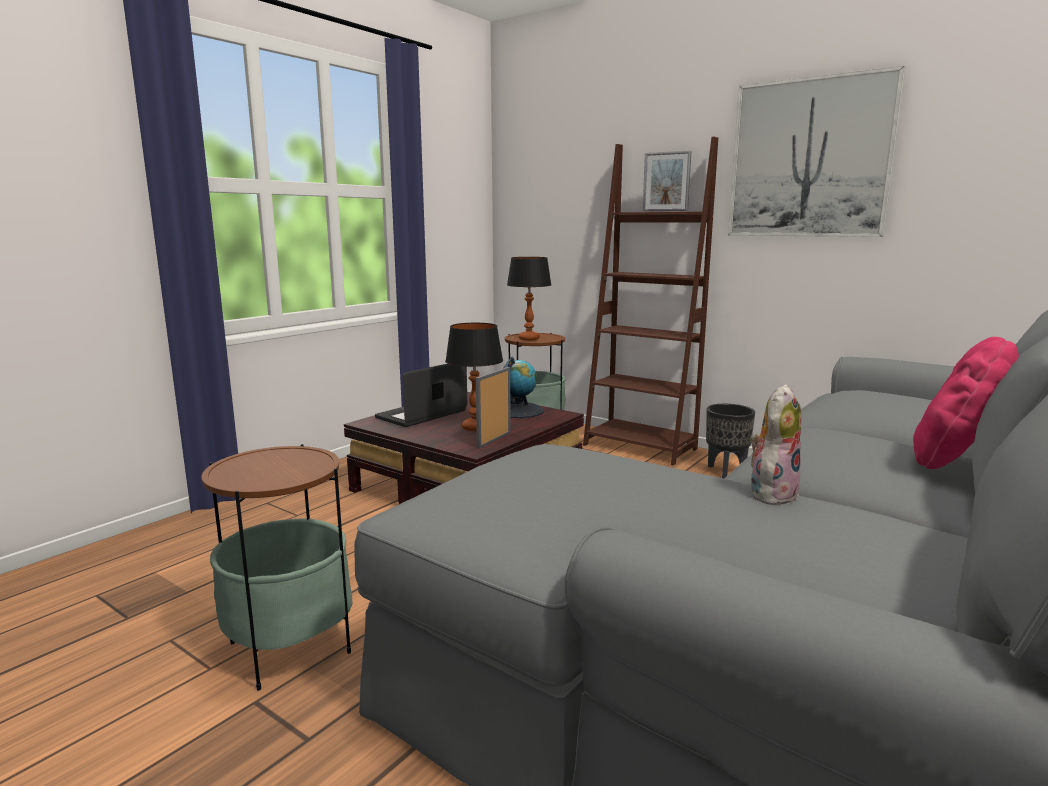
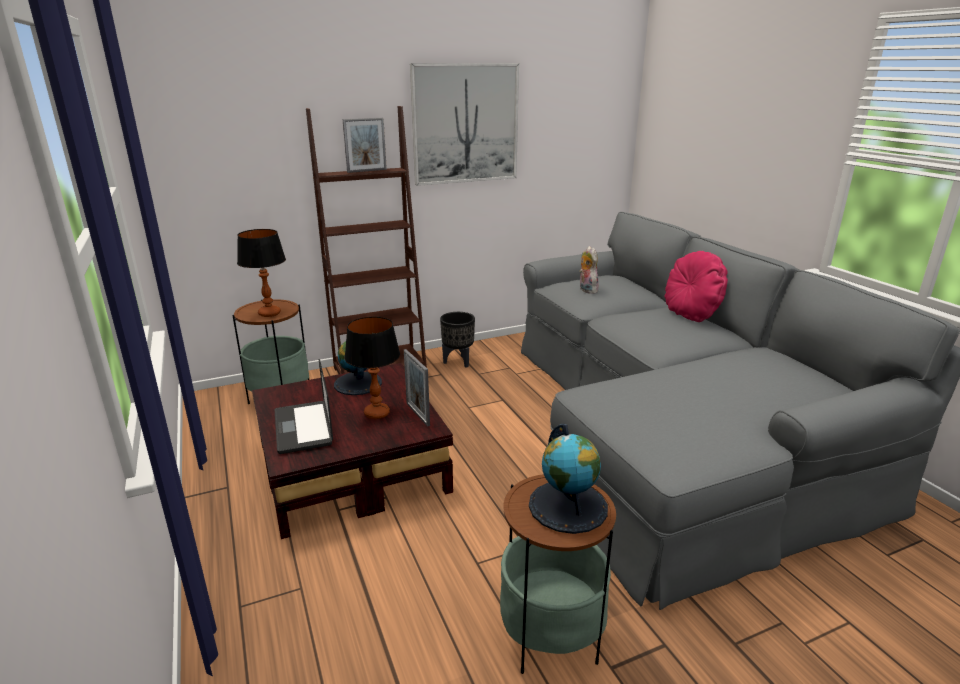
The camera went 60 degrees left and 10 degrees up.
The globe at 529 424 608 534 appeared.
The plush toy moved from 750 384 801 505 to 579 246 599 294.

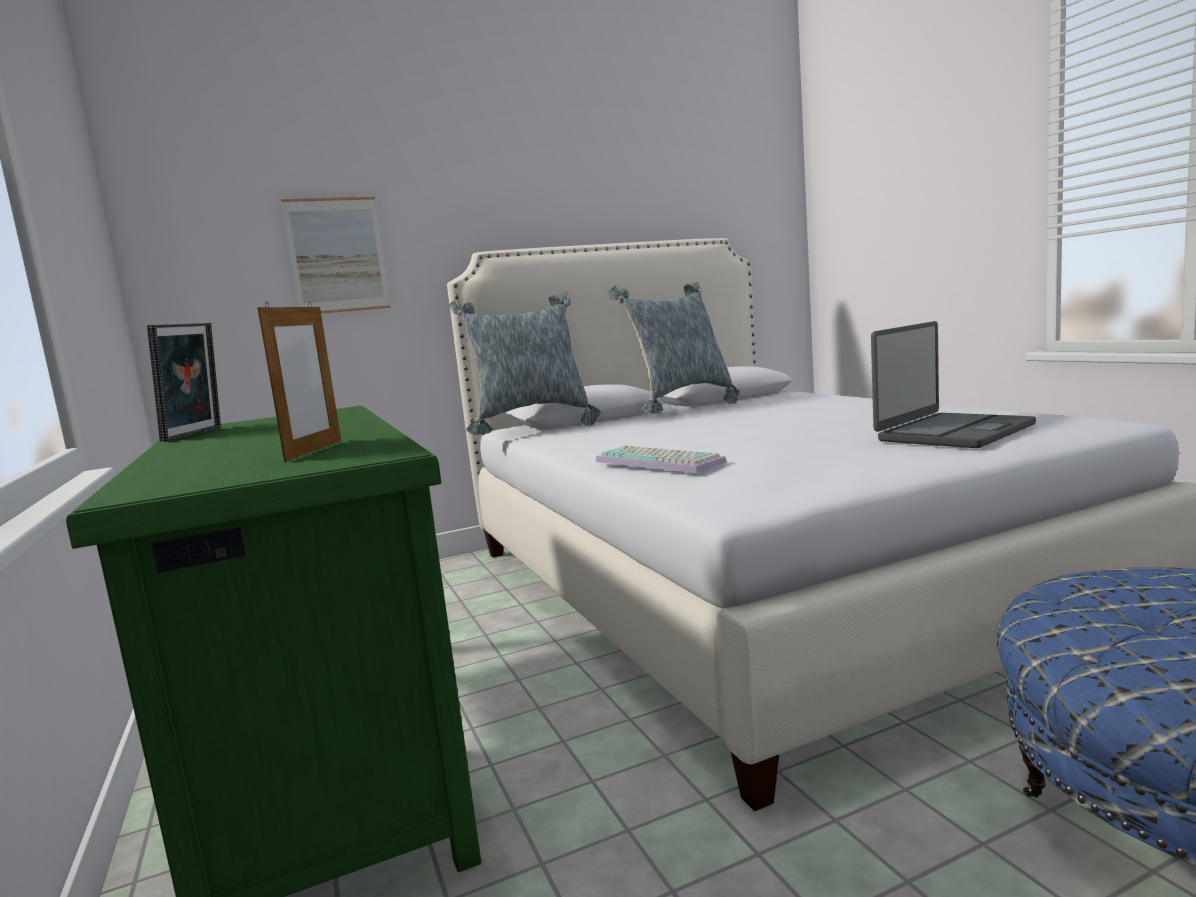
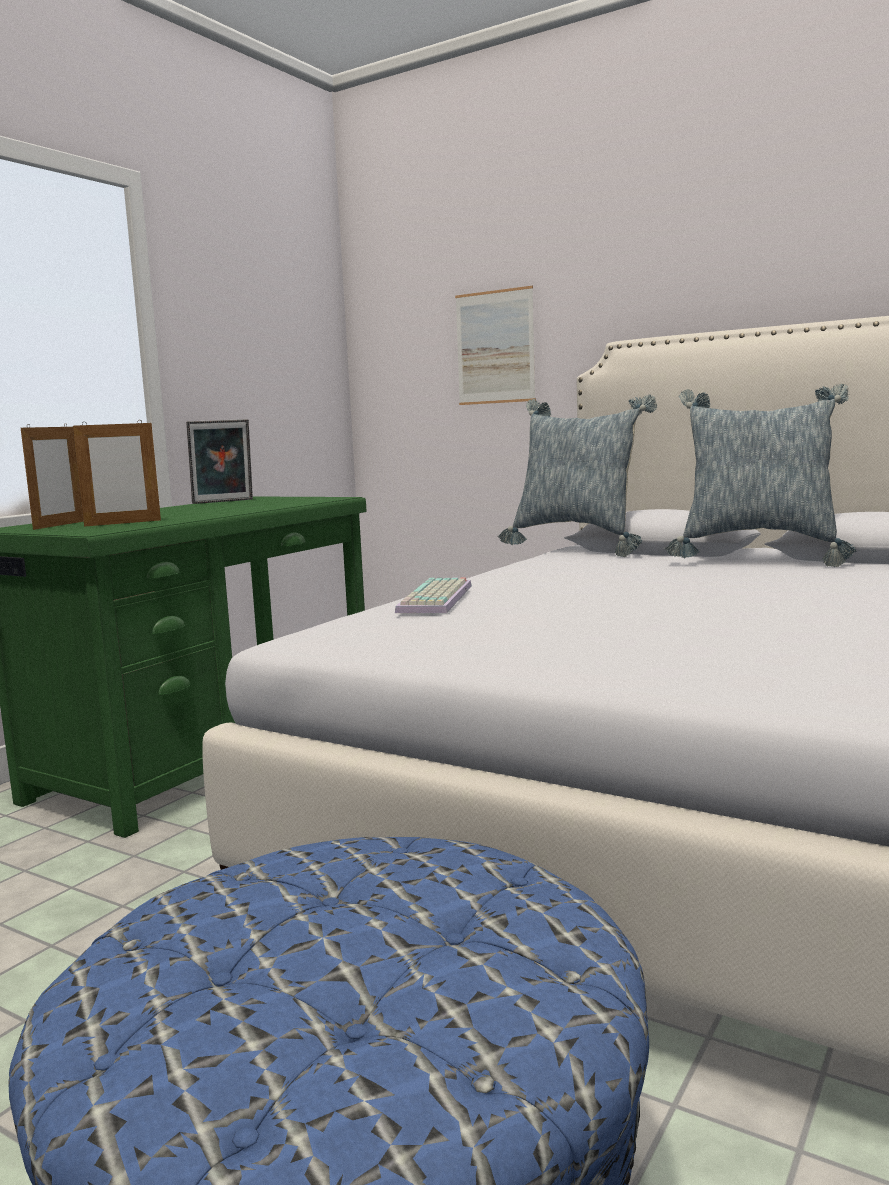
The camera went 55 degrees right and 0 degrees up.
The picture frame at 21 423 84 530 appeared.
The laptop at 871 321 1036 448 disappeared.

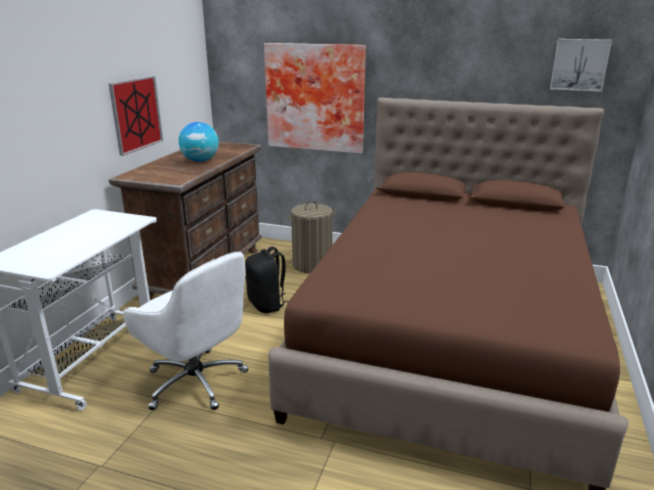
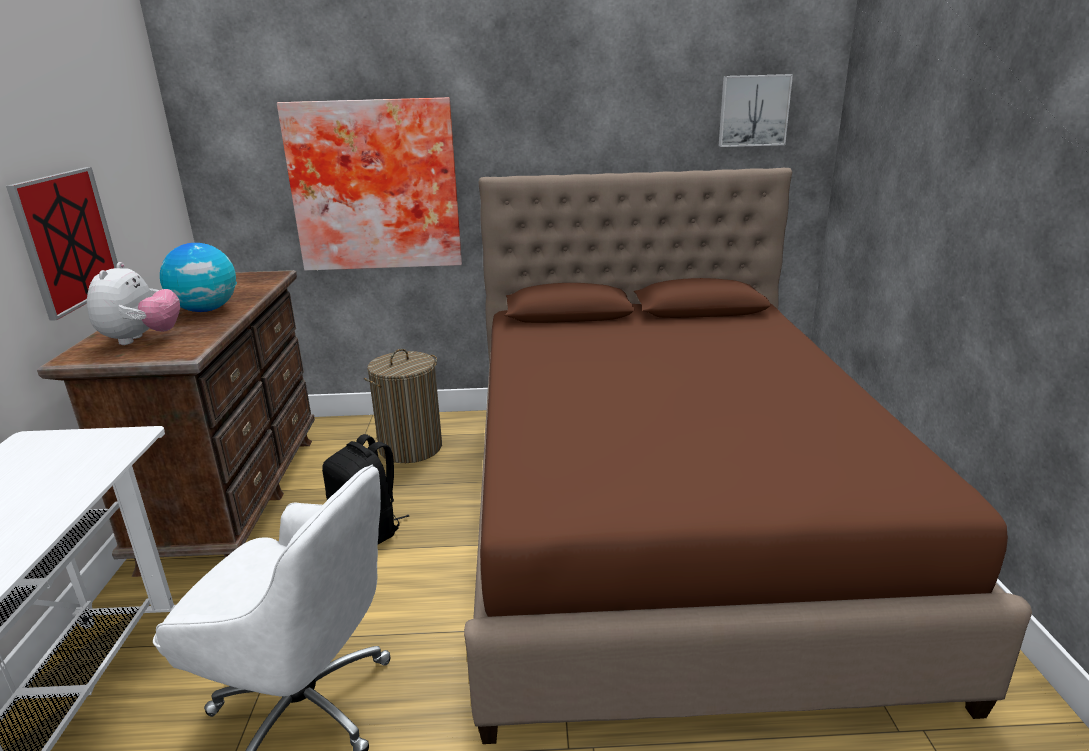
The camera went 20 degrees left and 0 degrees up.
The plush toy at 87 262 180 345 appeared.

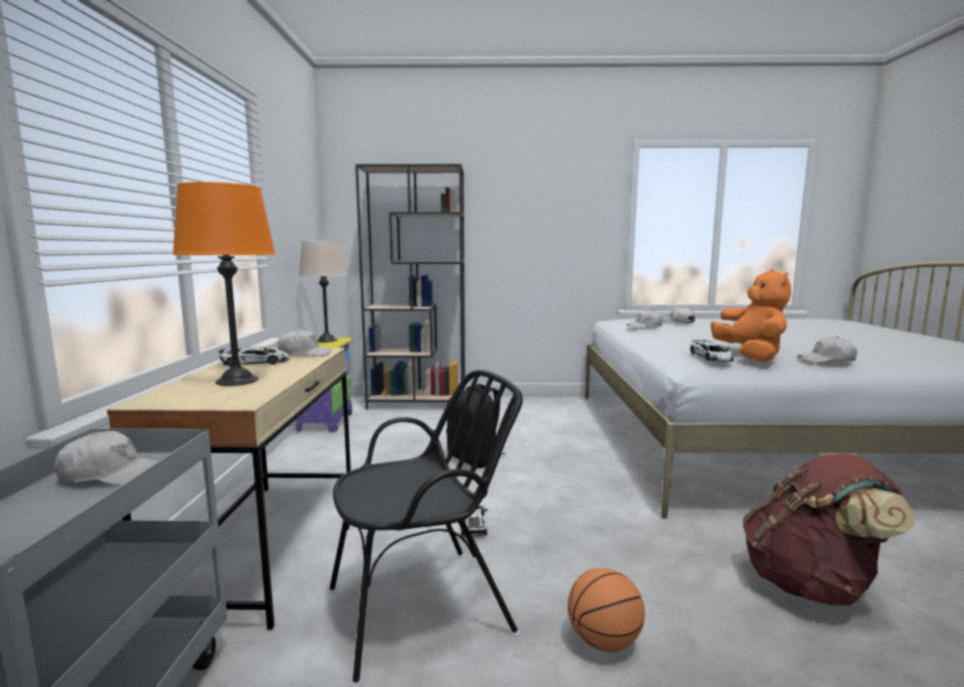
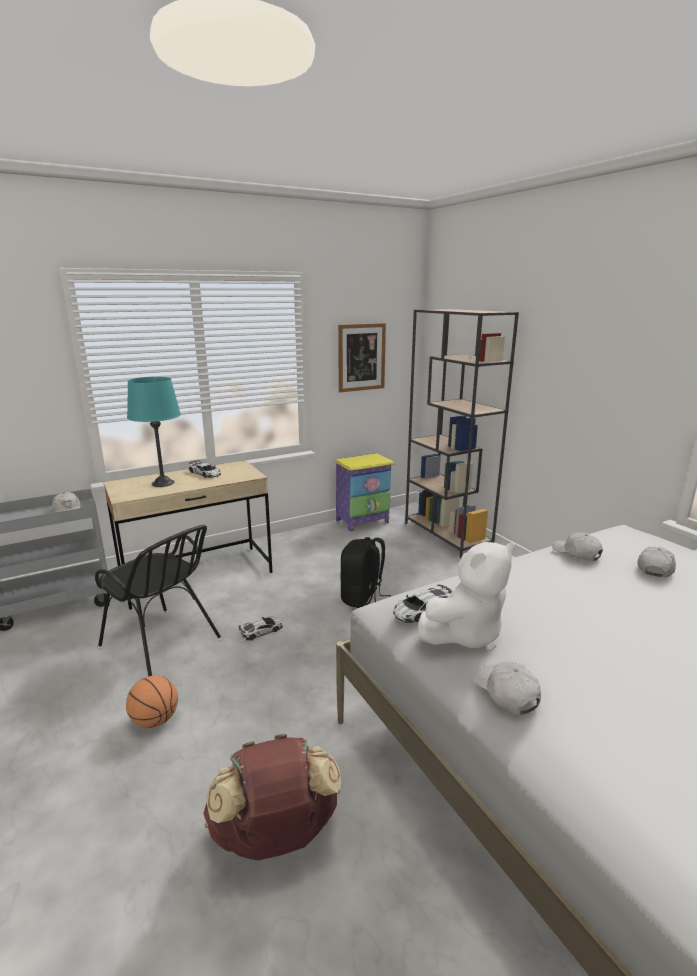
The camera went 60 degrees right and 10 degrees up.
The orange table lamp at 172 182 276 386 became the turquoise table lamp at 127 377 181 487.
The picture at 338 323 386 392 appeared.
The orange plush toy at 711 269 791 362 became the white plush toy at 418 542 515 651.
The white cap at 277 329 332 357 disappeared.
The beige table lamp at 299 241 348 342 disappeared.

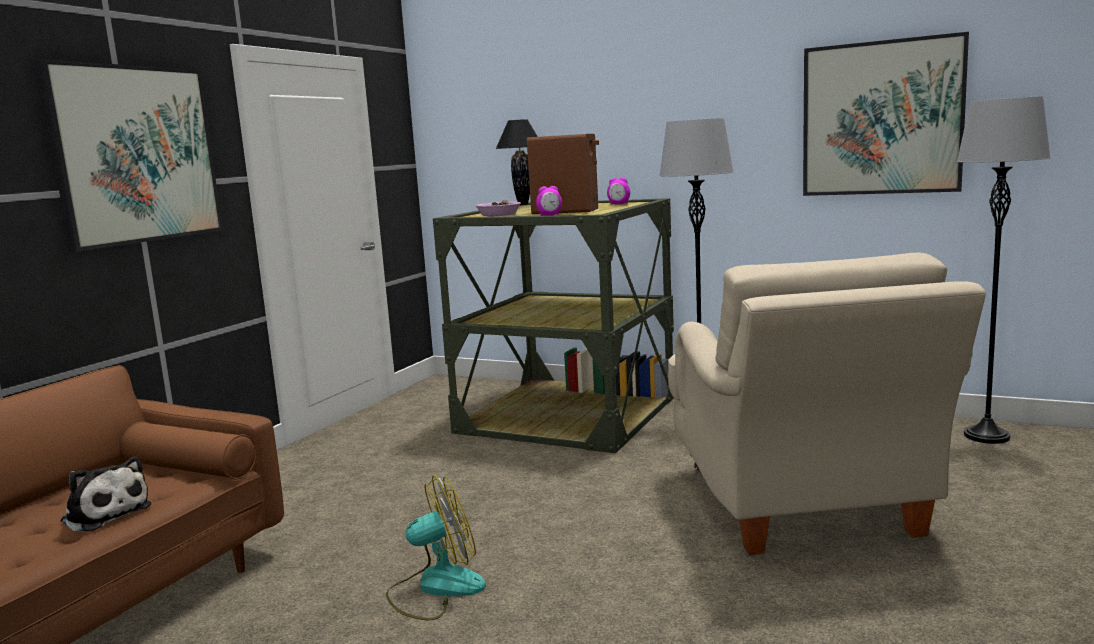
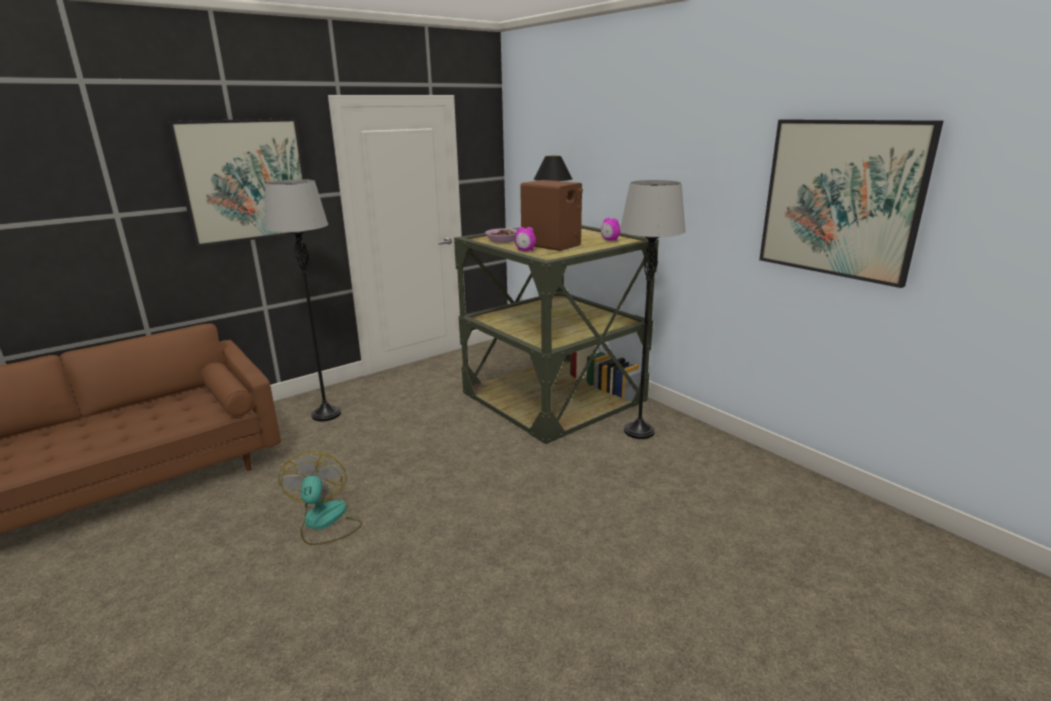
The camera went 25 degrees right and 10 degrees up.
The grey floor lamp moved from 957 96 1050 444 to 265 179 341 422.
The fan at 386 475 486 620 turned 105 degrees counterclockwise.
The plush toy at 61 456 151 532 disappeared.
The beige armchair at 668 253 986 555 disappeared.

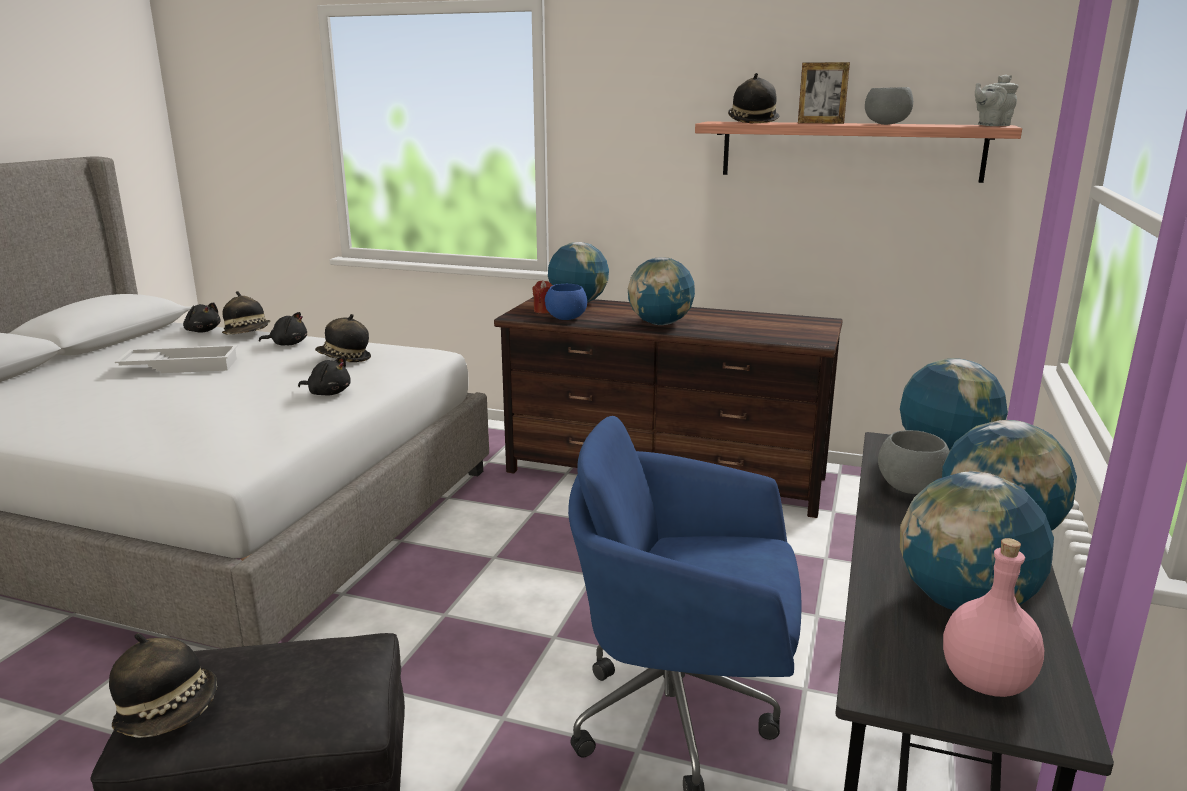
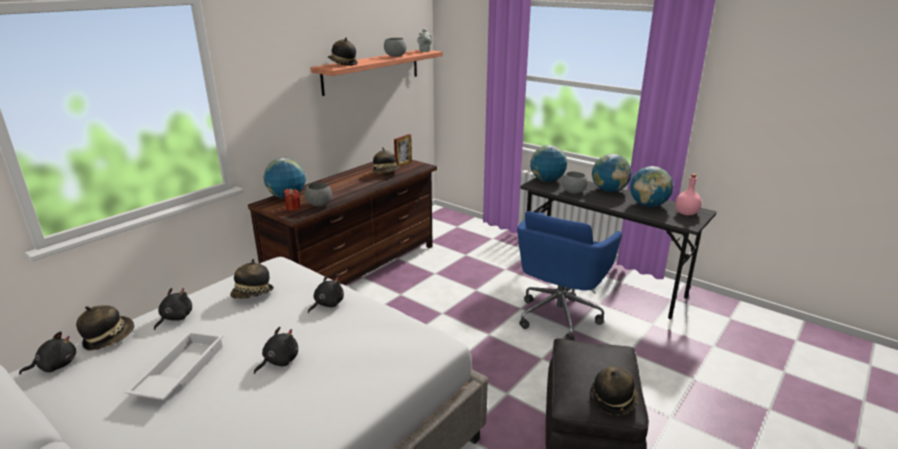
The camera went 70 degrees left and 5 degrees up.
The black plush toy at 254 327 298 374 appeared.
The blue bowl at 545 284 587 320 became the grey bowl at 305 182 332 207.
The hat at 372 147 399 173 appeared.
The picture frame moved from 798 62 850 124 to 394 134 412 167.
The globe at 628 257 695 325 disappeared.

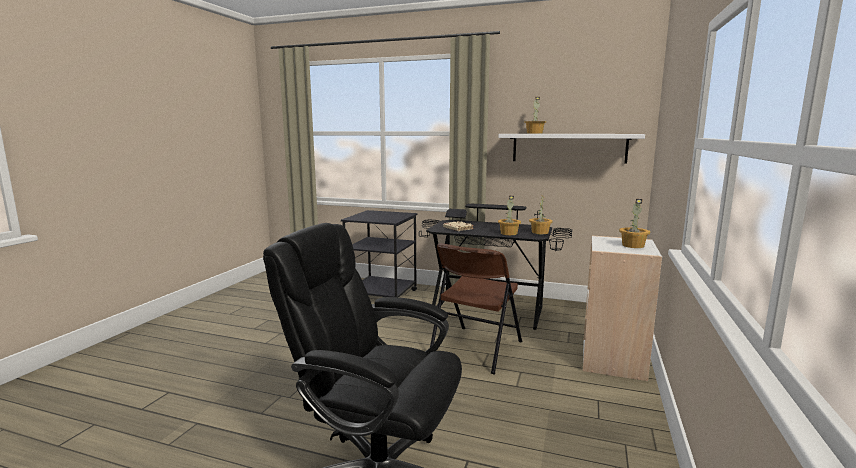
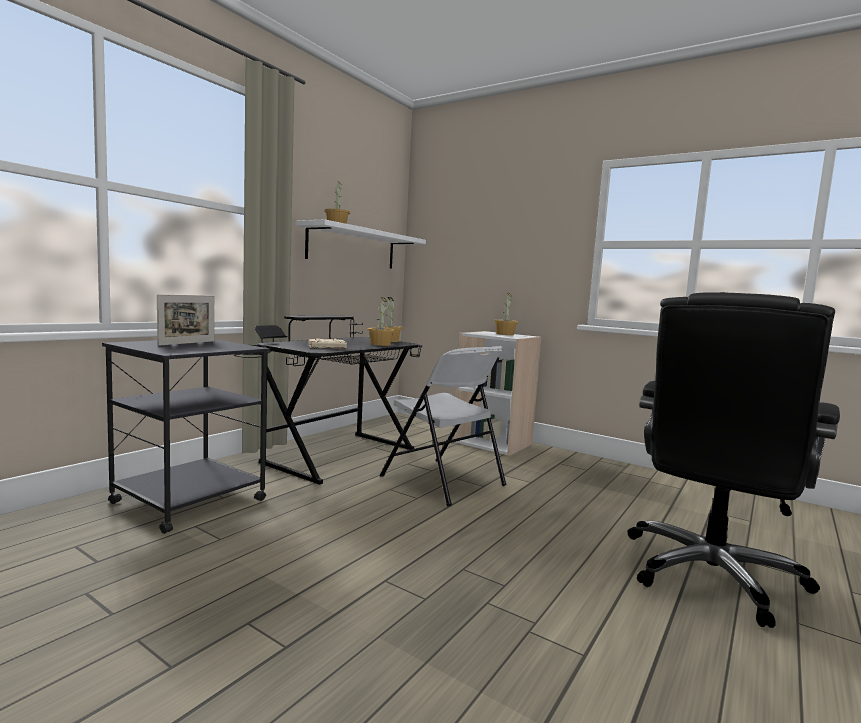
The camera went 75 degrees left and 5 degrees down.
The picture frame at 157 294 214 346 appeared.
The brown chair at 430 243 523 375 became the white chair at 380 346 506 507.

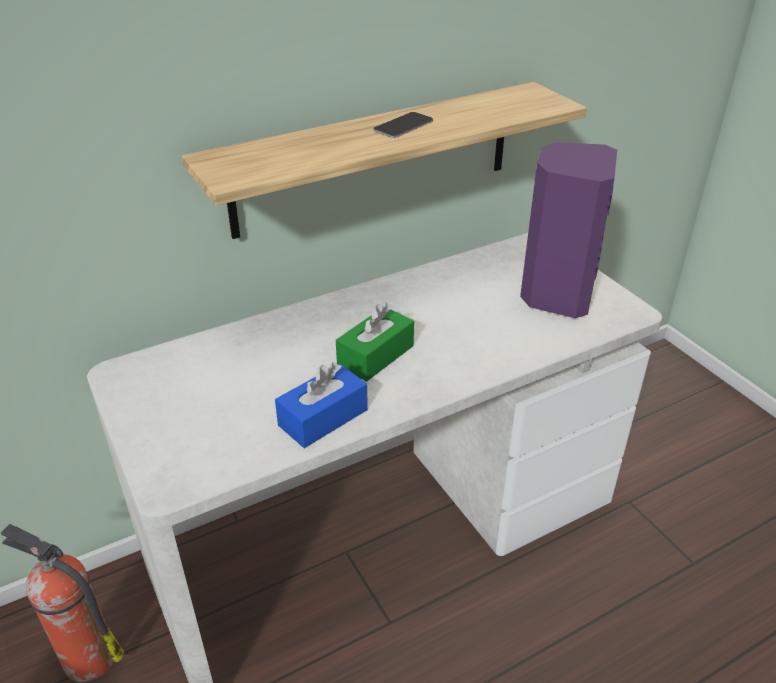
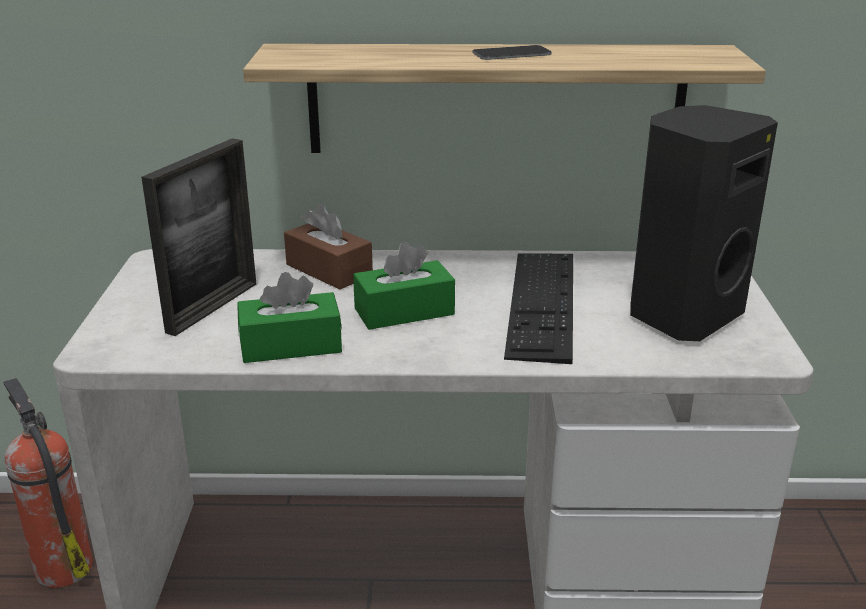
The camera went 30 degrees right and 10 degrees down.
The picture frame at 141 138 256 336 appeared.
The blue tissue box at 275 362 368 448 became the green tissue box at 237 272 342 363.
The brown tissue box at 284 204 373 289 appeared.
The keyboard at 504 253 573 364 appeared.
The purple speaker at 520 142 617 318 became the black speaker at 630 105 778 341.

